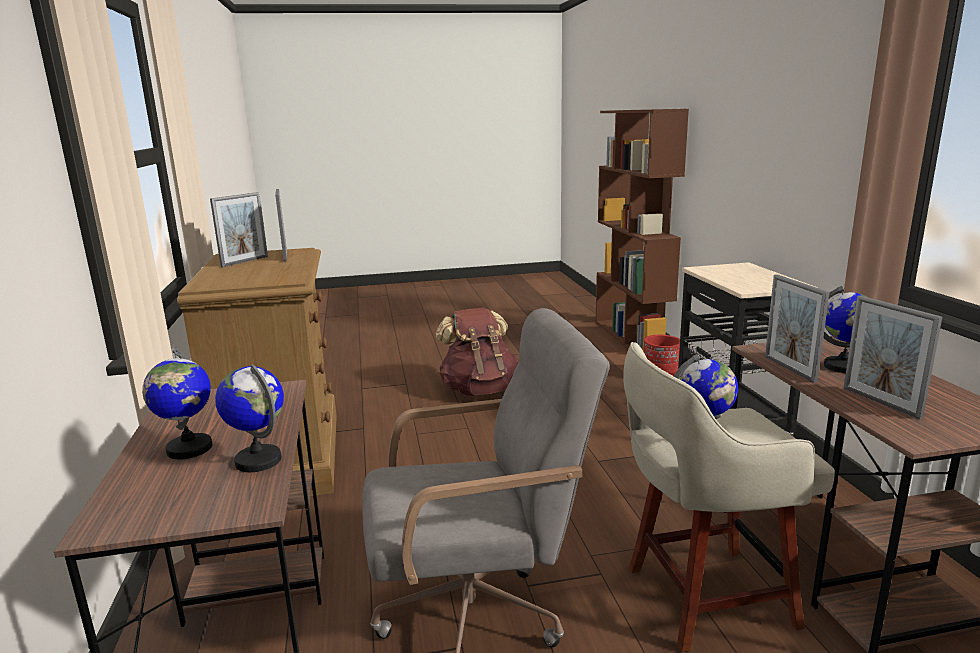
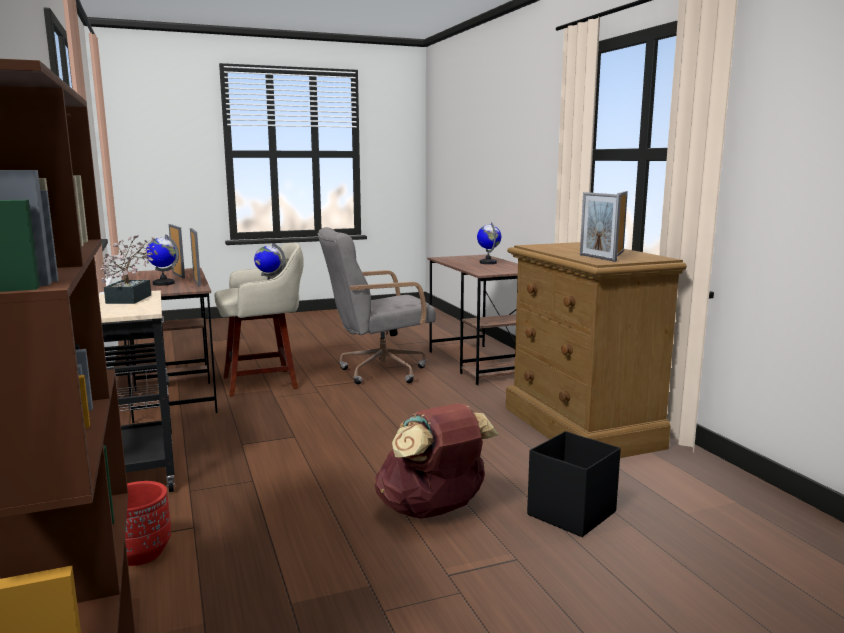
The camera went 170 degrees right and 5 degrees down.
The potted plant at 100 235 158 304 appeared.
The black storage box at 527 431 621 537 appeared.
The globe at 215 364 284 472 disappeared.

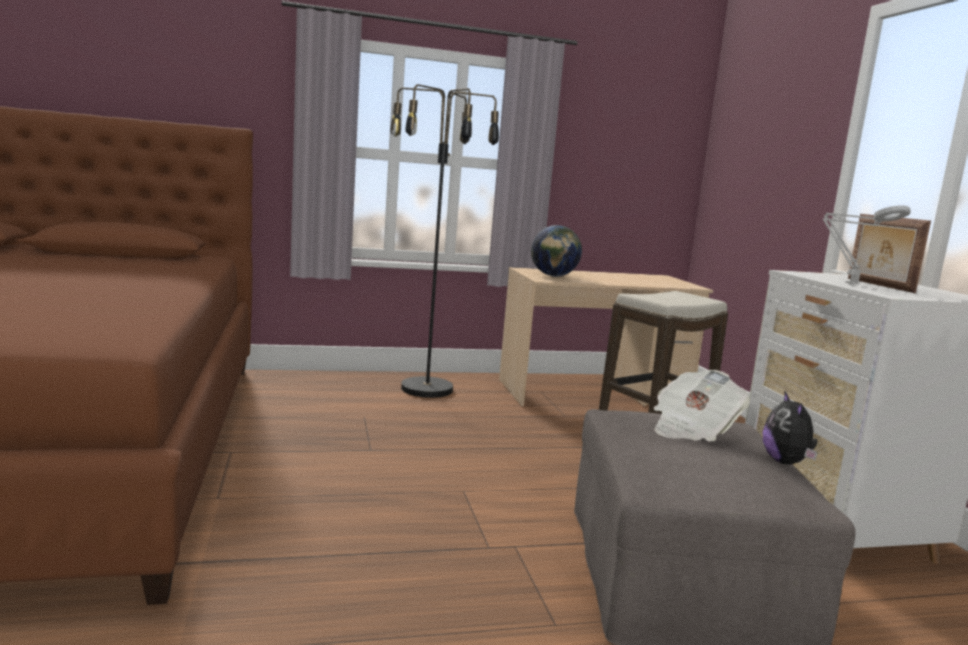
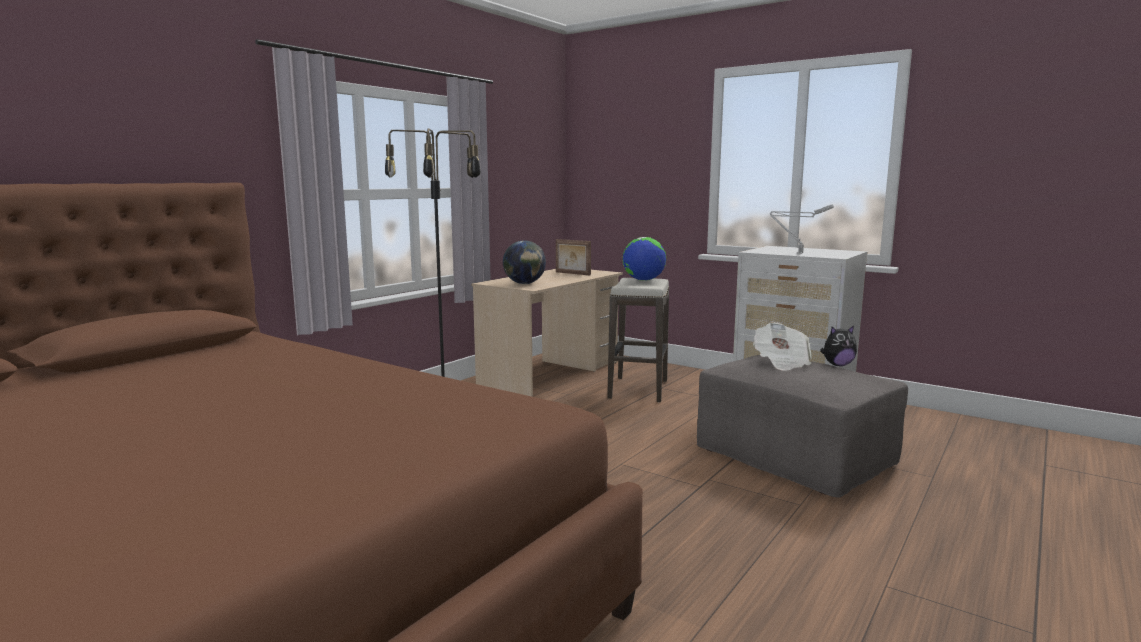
The camera went 40 degrees left and 0 degrees up.
The picture frame moved from 848 214 931 293 to 556 239 591 276.
The globe at 623 237 666 281 appeared.
The plush toy at 763 392 818 465 turned 60 degrees counterclockwise.

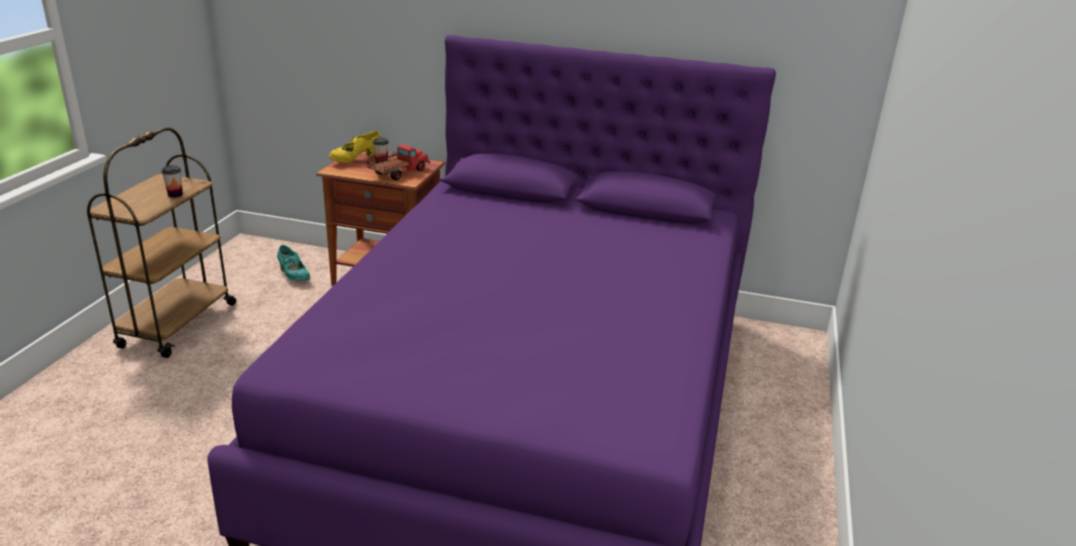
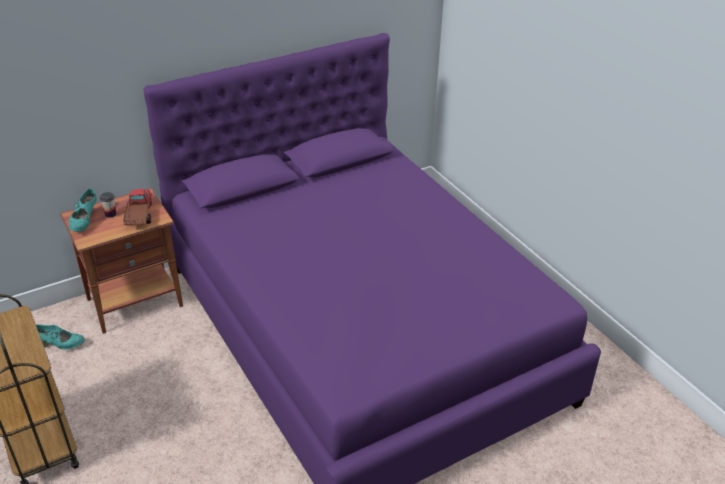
The camera went 45 degrees left and 10 degrees up.
The yellow shoe at 329 131 381 163 became the turquoise shoe at 69 189 97 232.
The cup at 161 165 183 198 disappeared.

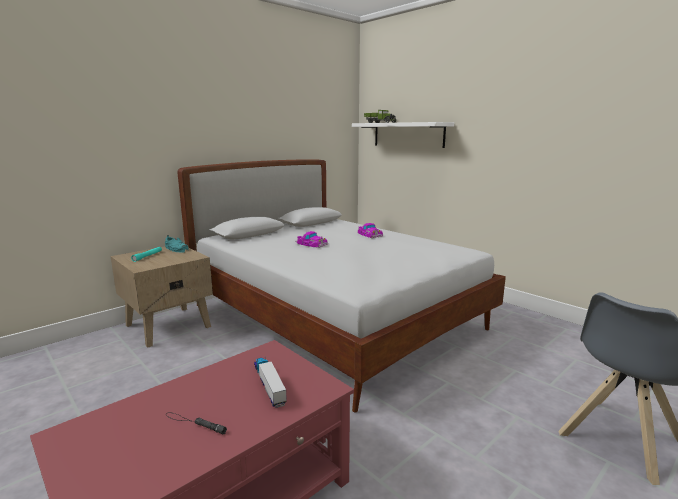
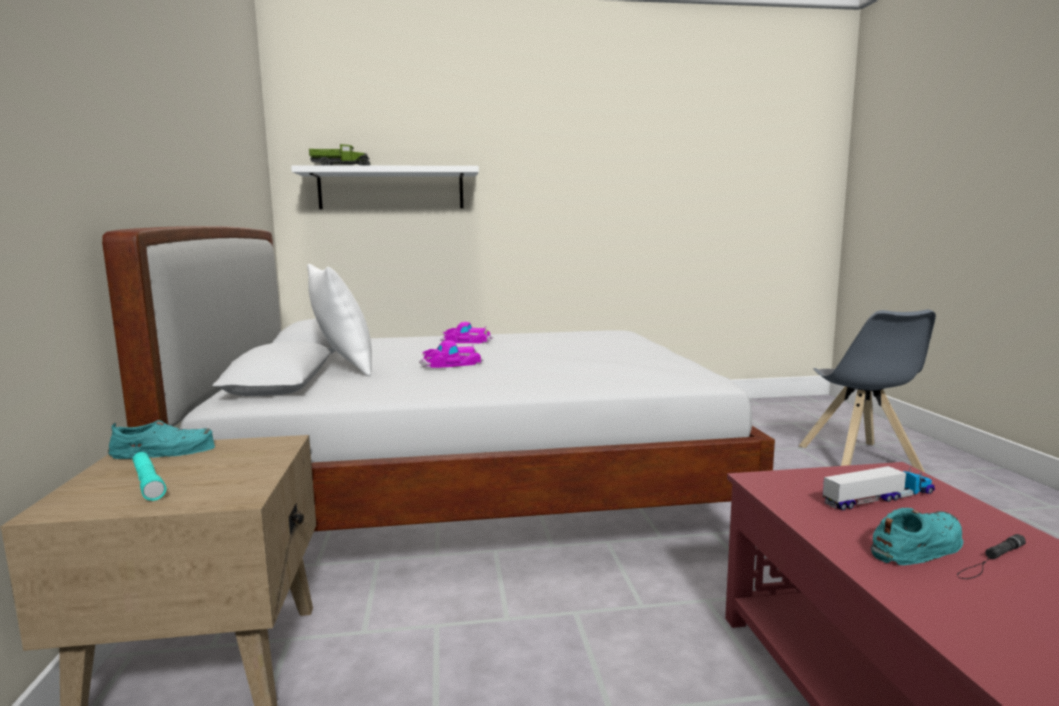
The camera went 55 degrees left and 5 degrees down.
The white pillow at 307 264 372 376 appeared.
The toy truck at 254 357 287 408 turned 150 degrees clockwise.
The turquoise shoe at 871 508 963 565 appeared.

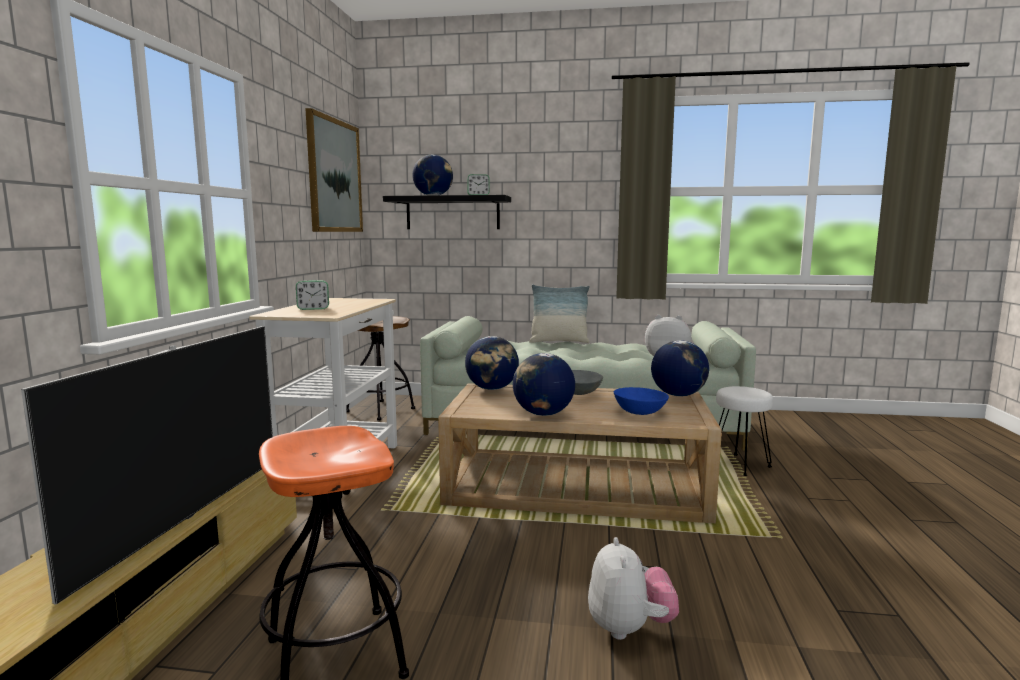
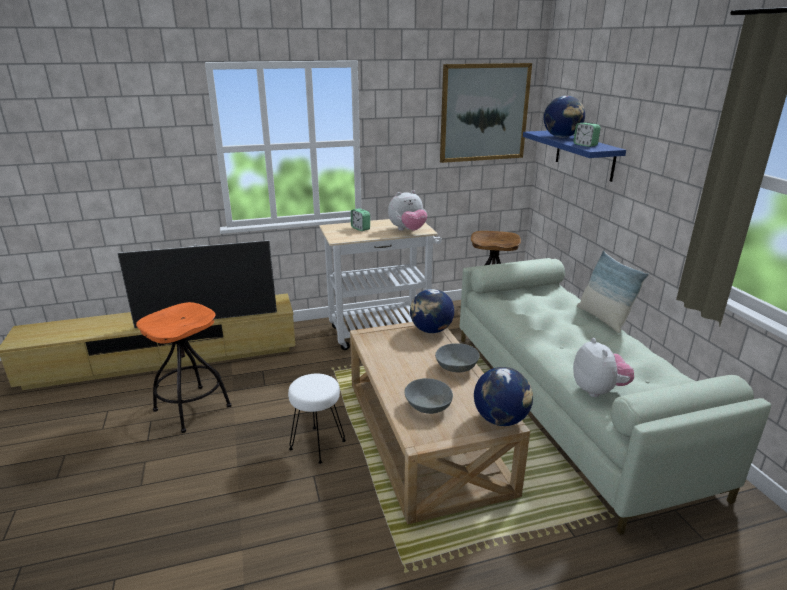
The camera went 65 degrees right and 15 degrees up.
The white stool moved from 716 386 773 476 to 288 374 346 464.
The plush toy moved from 588 537 679 640 to 388 190 427 231.
The blue bowl at 614 387 669 415 became the grey bowl at 404 378 453 414.
The black shelf at 383 195 511 229 became the blue shelf at 523 131 626 182.
The globe at 513 353 575 416 disappeared.

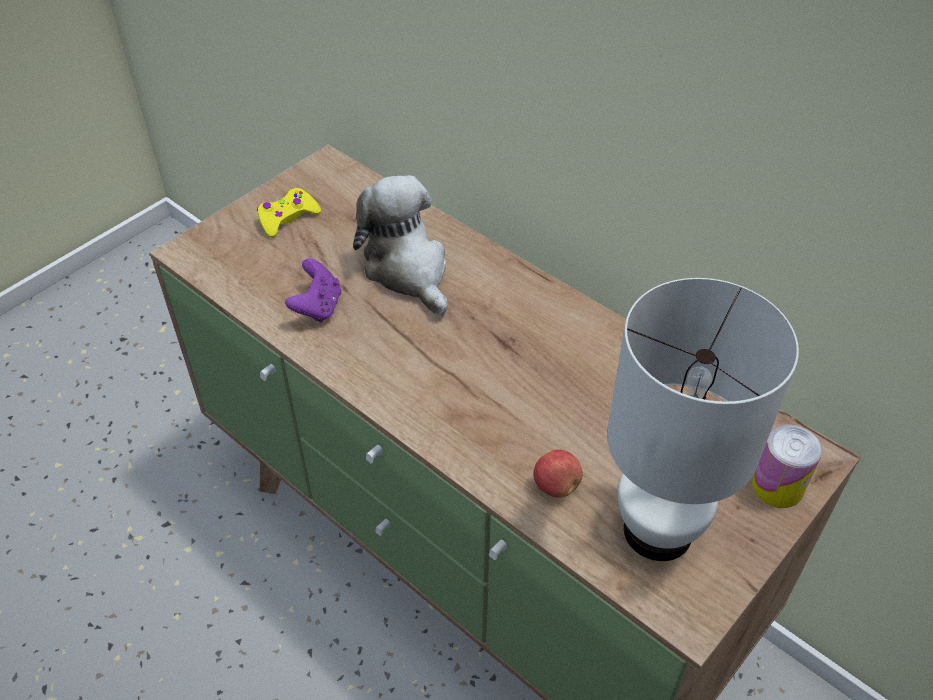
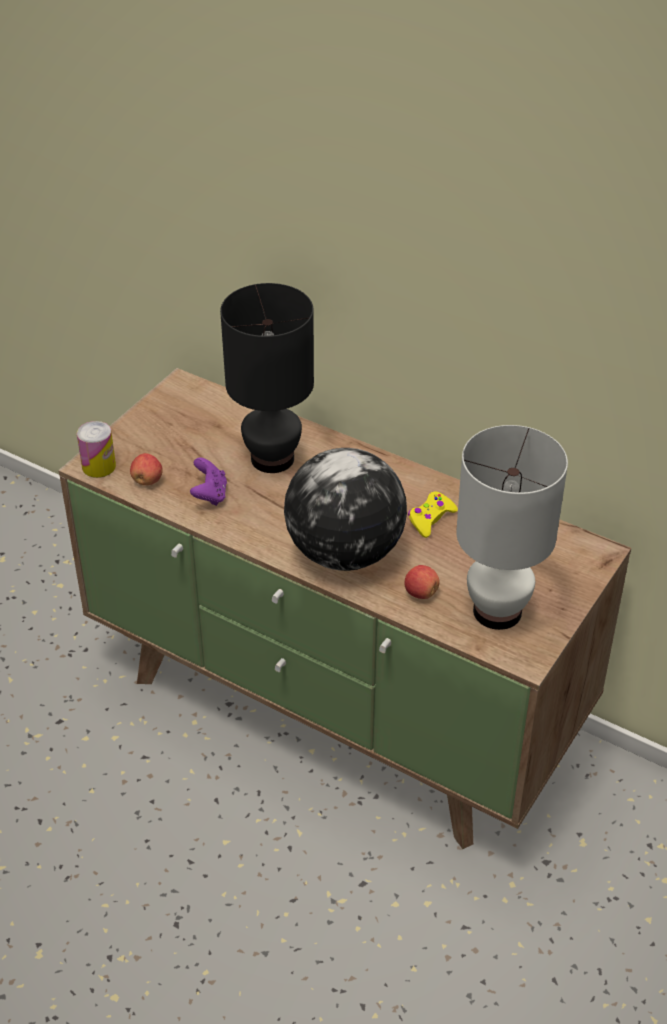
The camera went 10 degrees left and 5 degrees down.
The can moved from 752 425 822 508 to 77 421 116 478.
The apple at 130 453 163 485 appeared.
The plush toy at 353 175 448 315 was replaced by the black table lamp at 220 283 314 473.
The globe at 284 448 407 571 appeared.
The yellow game controller moved from 257 188 321 237 to 408 491 458 538.

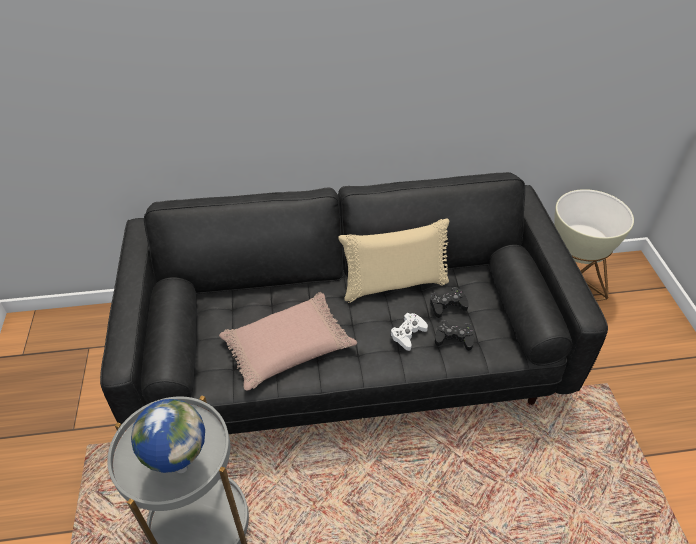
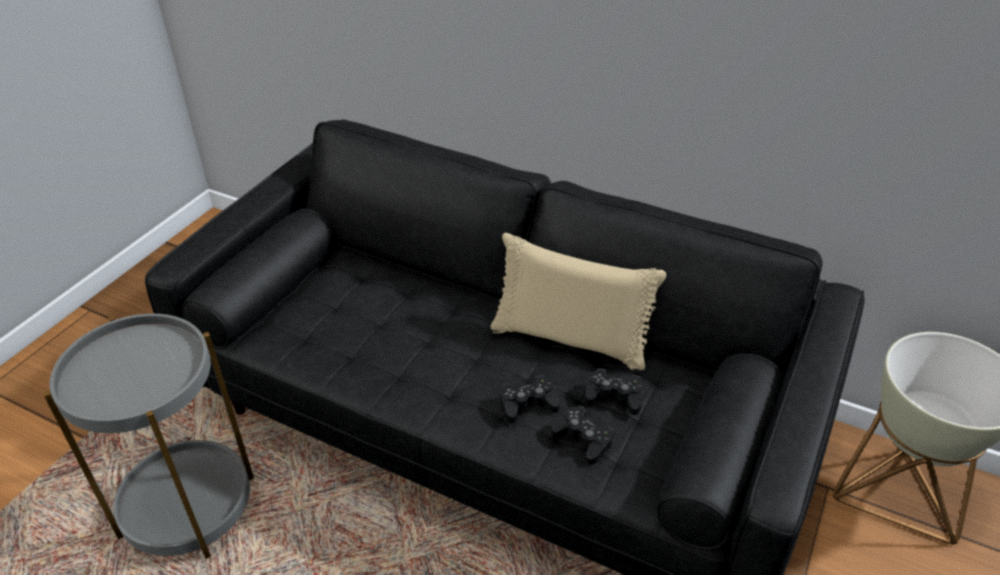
The camera went 35 degrees right and 5 degrees down.
The white game controller at 390 313 428 351 became the black game controller at 500 375 560 423.
The globe at 131 399 205 473 disappeared.
The beige pillow at 219 291 357 391 disappeared.

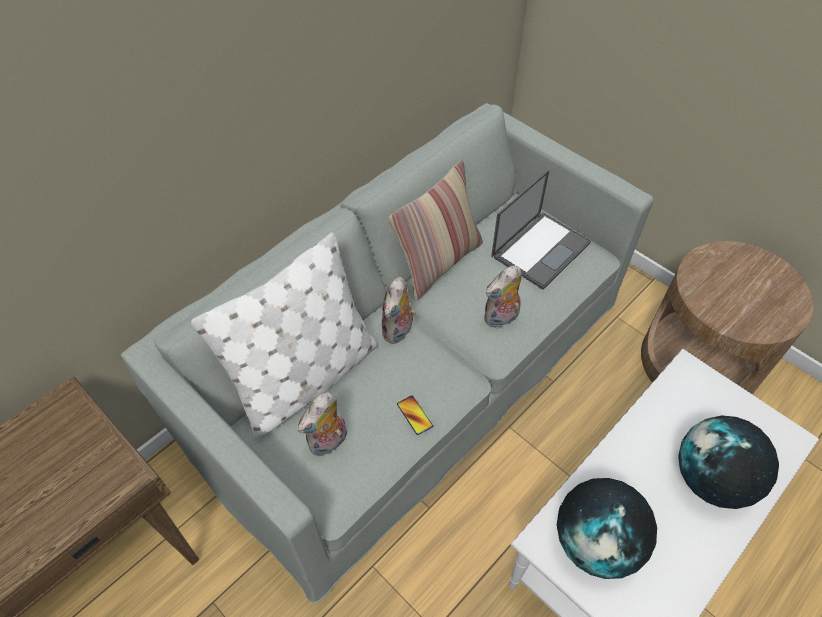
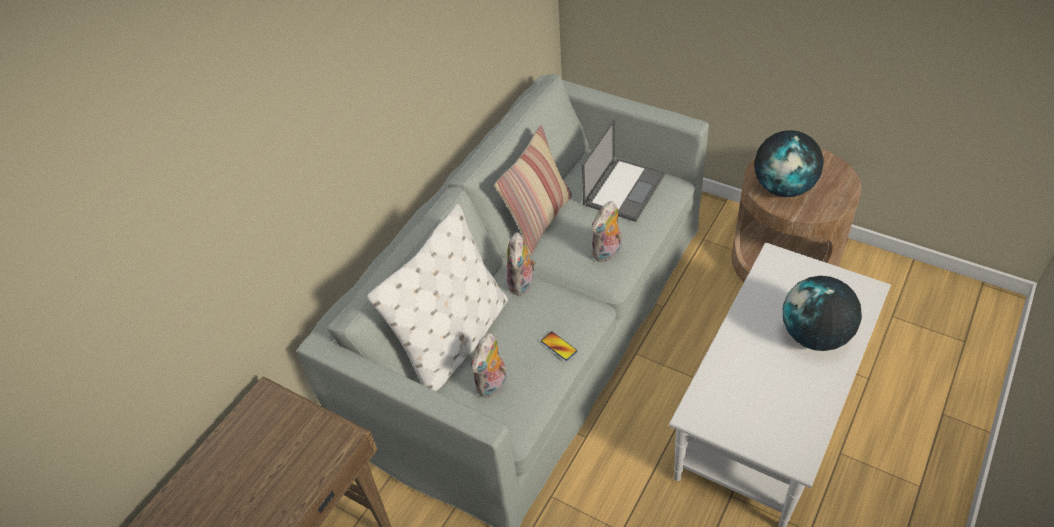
The camera went 10 degrees left and 5 degrees down.
The globe moved from 557 478 657 579 to 754 130 824 197.

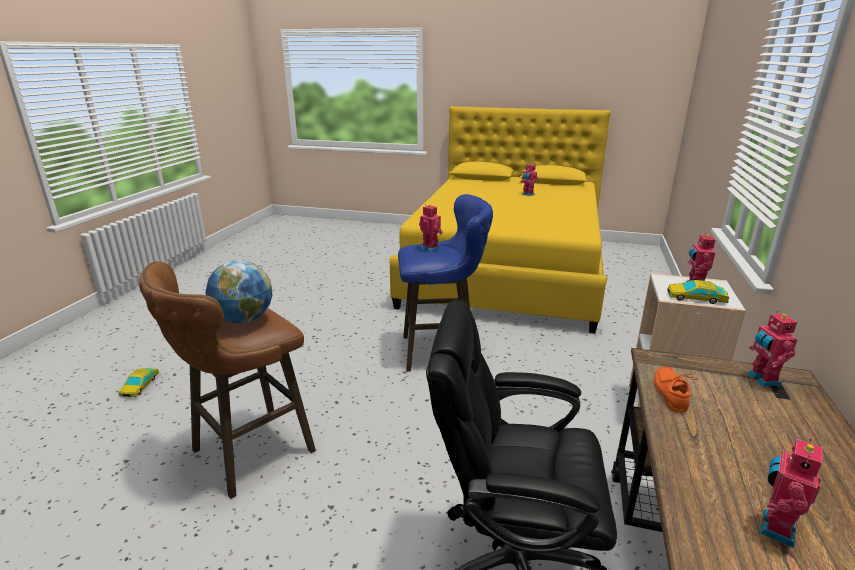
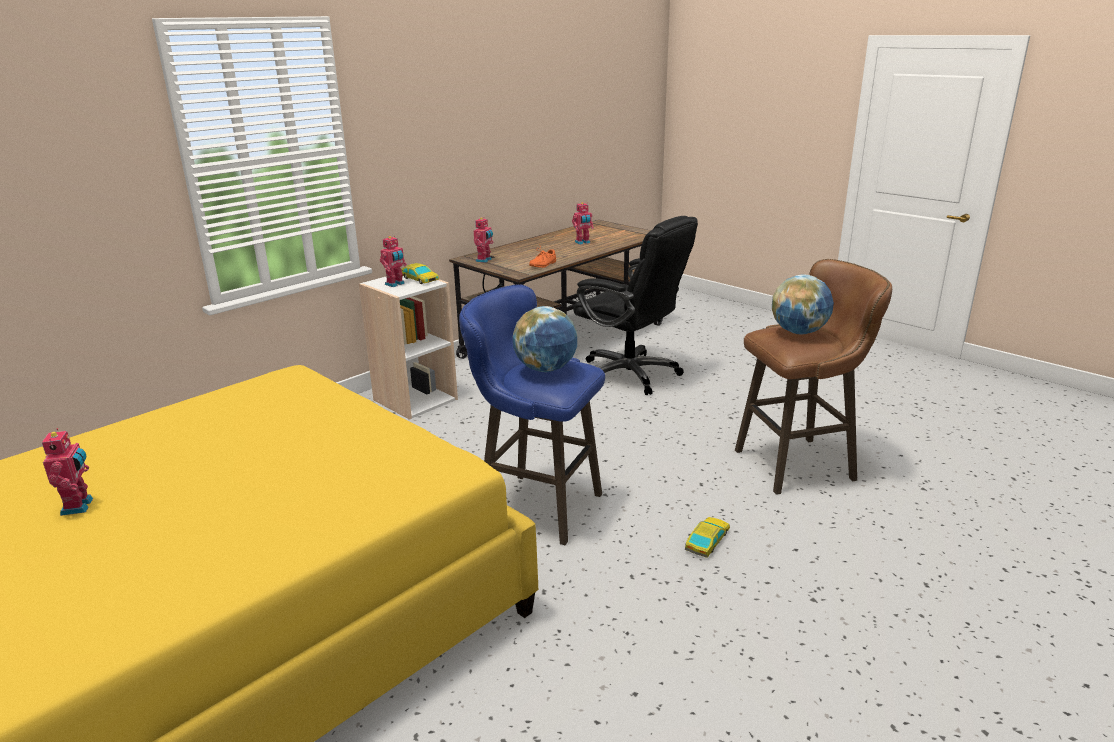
The camera went 150 degrees left and 0 degrees up.
The toy robot at 419 204 443 252 was replaced by the globe at 513 306 577 372.
The toy car moved from 119 368 160 397 to 685 517 730 558.

